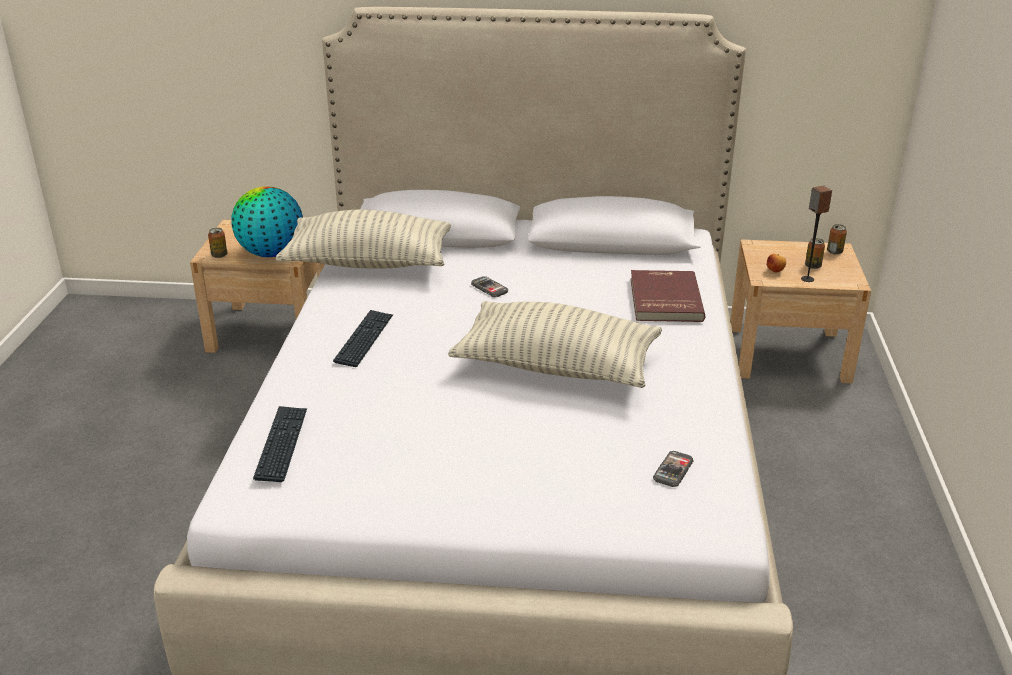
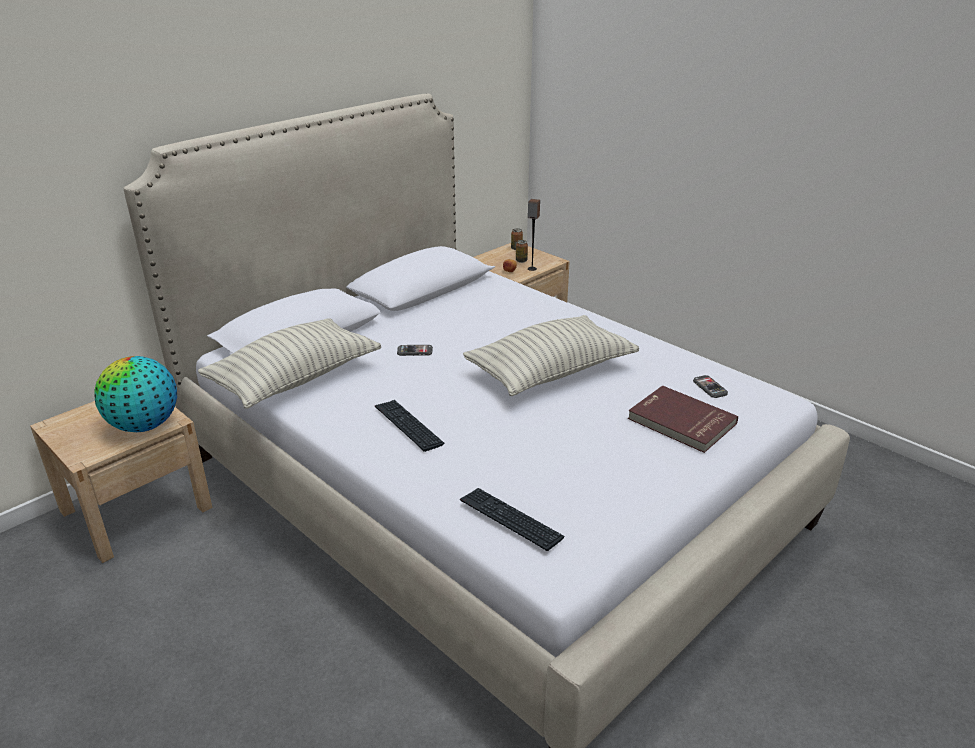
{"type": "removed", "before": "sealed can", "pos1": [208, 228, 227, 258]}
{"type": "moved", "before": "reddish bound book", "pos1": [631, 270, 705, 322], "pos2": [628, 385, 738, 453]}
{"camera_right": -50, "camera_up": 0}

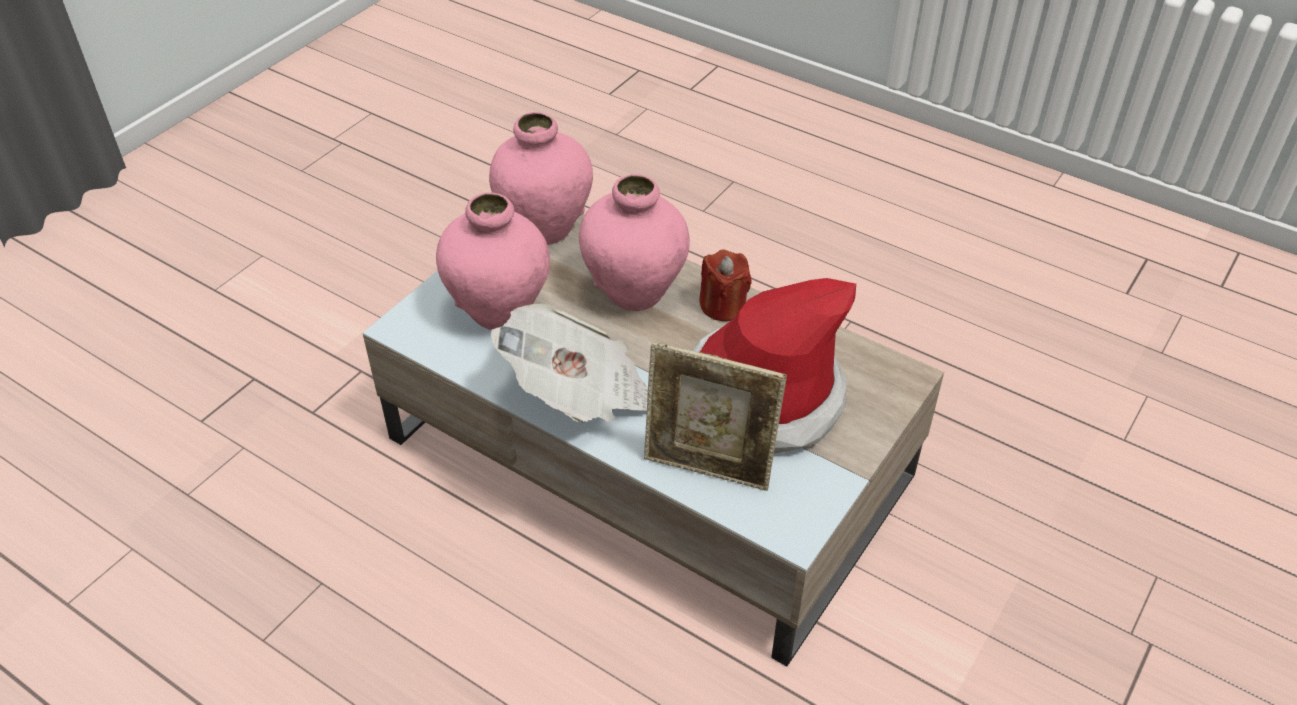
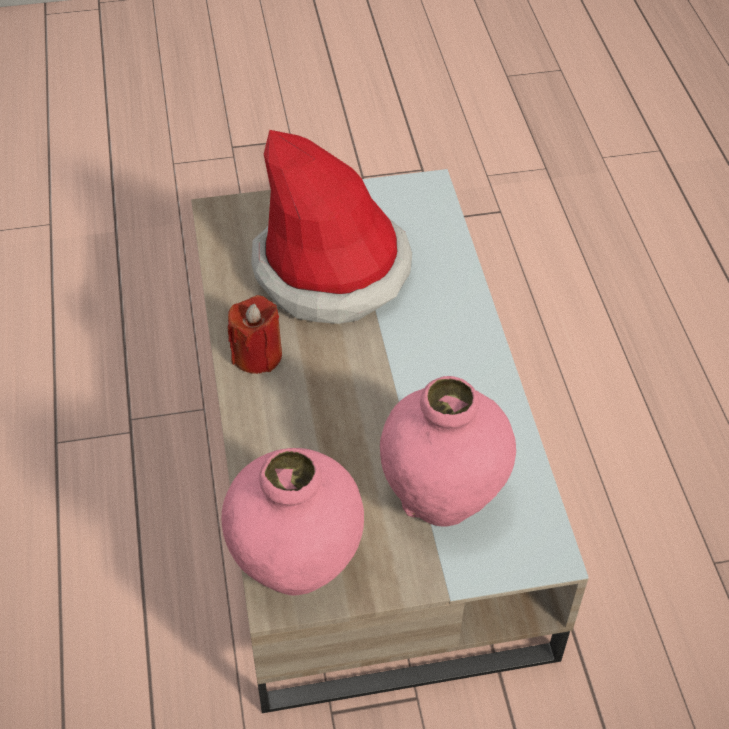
{"type": "removed", "before": "printed paper", "pos1": [491, 304, 648, 423]}
{"type": "removed", "before": "pink vase", "pos1": [579, 174, 690, 311]}
{"type": "removed", "before": "standing frame", "pos1": [644, 342, 787, 491]}
{"camera_right": -135, "camera_up": 5}

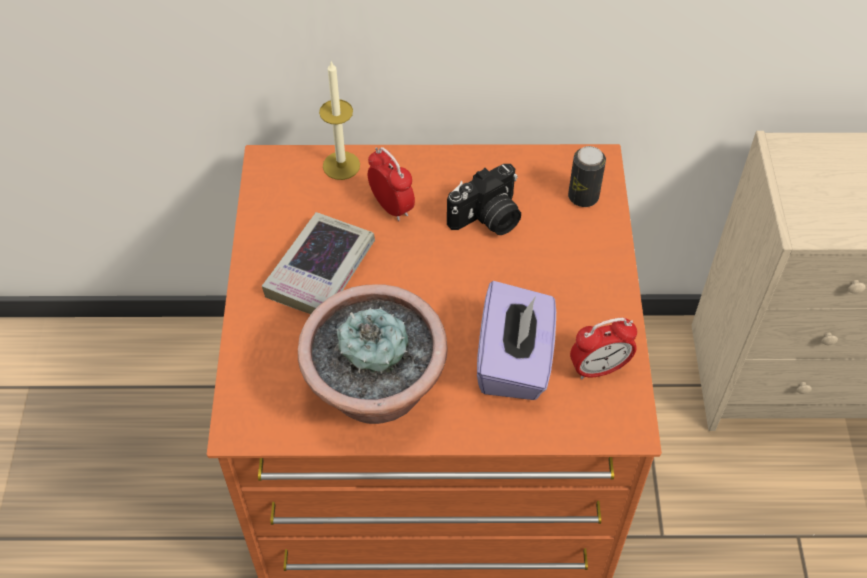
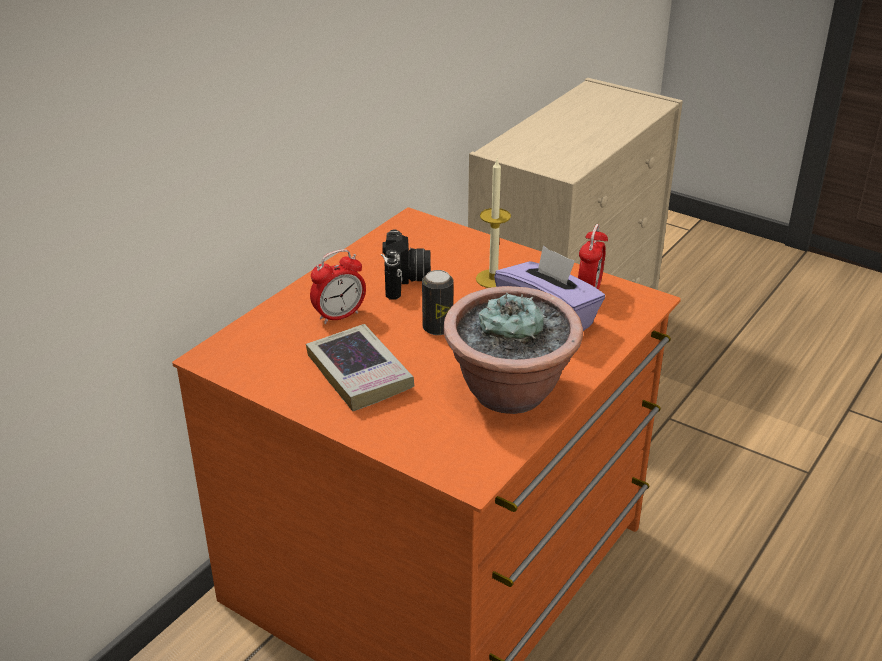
{"type": "moved", "before": "wax candle", "pos1": [319, 60, 360, 180], "pos2": [476, 159, 511, 288]}
{"type": "turned", "before": "alarm clock", "pos1": [368, 147, 415, 221], "pos2": [310, 249, 366, 324], "turn": 150}
{"type": "moved", "before": "sealed can", "pos1": [568, 146, 606, 207], "pos2": [422, 270, 453, 335]}
{"camera_right": -55, "camera_up": -20}

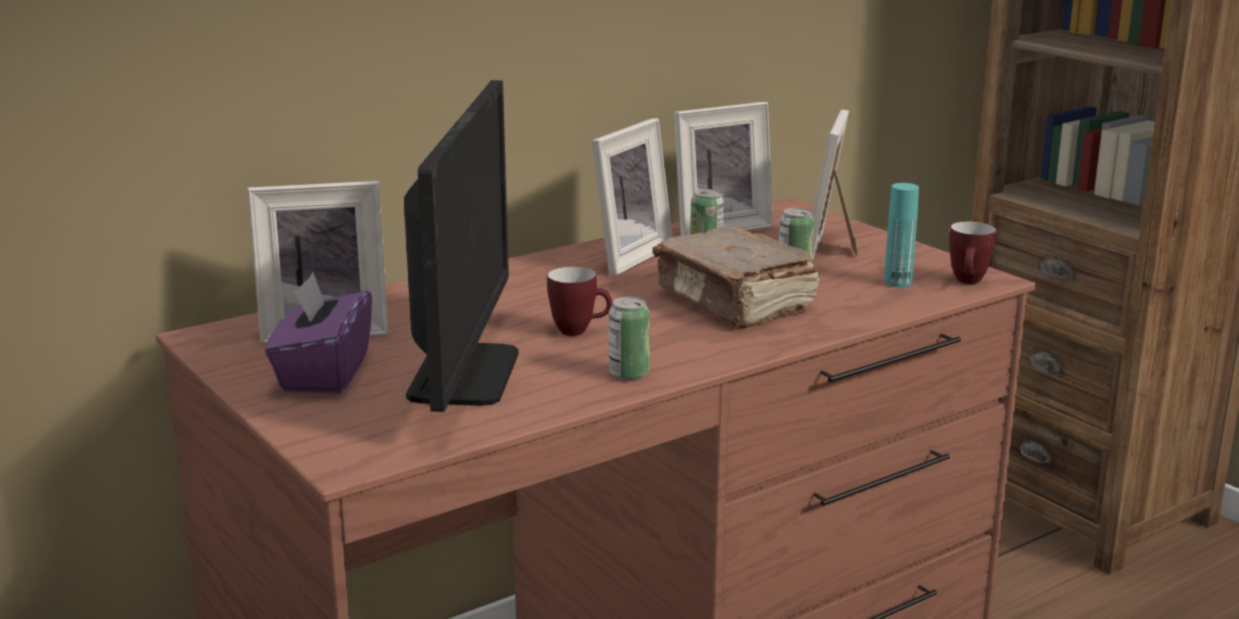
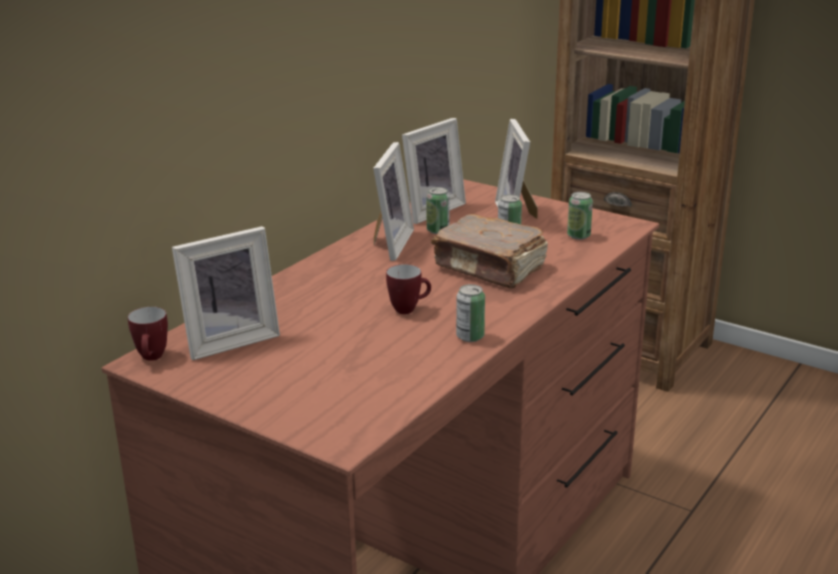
{"type": "removed", "before": "purple tissue box", "pos1": [265, 273, 372, 393]}
{"type": "removed", "before": "computer display", "pos1": [404, 80, 519, 412]}
{"type": "replaced", "before": "turquoise bottle", "after": "sealed can", "pos1": [884, 183, 919, 287], "pos2": [567, 192, 593, 240]}
{"type": "moved", "before": "coffee mug", "pos1": [949, 221, 996, 284], "pos2": [128, 307, 168, 361]}
{"camera_right": -20, "camera_up": 5}

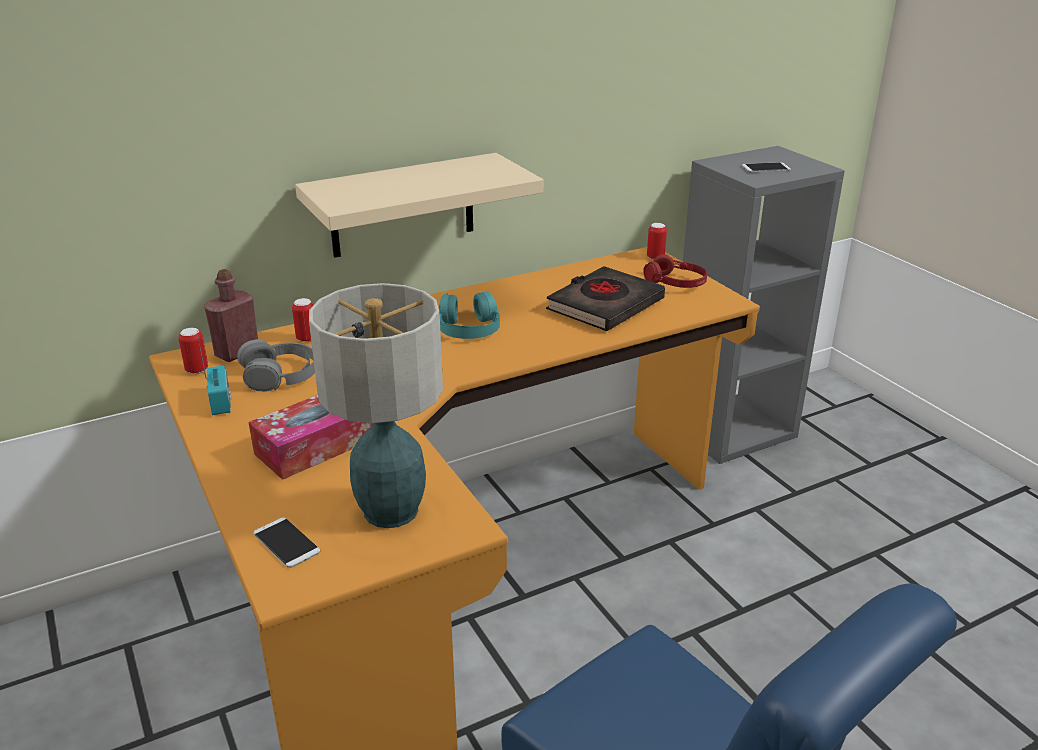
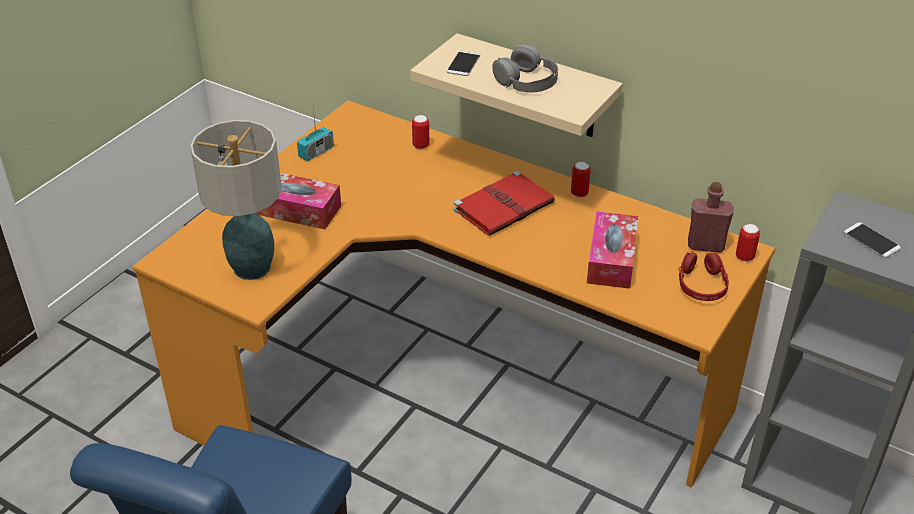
{"type": "moved", "before": "sealed can", "pos1": [179, 328, 208, 374], "pos2": [571, 162, 591, 197]}
{"type": "moved", "before": "reddish bottle", "pos1": [204, 269, 258, 362], "pos2": [688, 182, 734, 253]}
{"type": "moved", "before": "greyish headset", "pos1": [237, 339, 315, 392], "pos2": [492, 44, 558, 92]}
{"type": "moved", "before": "telephone", "pos1": [253, 517, 320, 568], "pos2": [447, 51, 480, 76]}
{"type": "replaced", "before": "turquoise headset", "after": "reddish bound book", "pos1": [439, 291, 500, 339], "pos2": [454, 170, 555, 236]}
{"type": "replaced", "before": "black-coloured bound book", "after": "tissue box", "pos1": [546, 266, 665, 331], "pos2": [587, 211, 638, 289]}
{"camera_right": 60, "camera_up": 10}

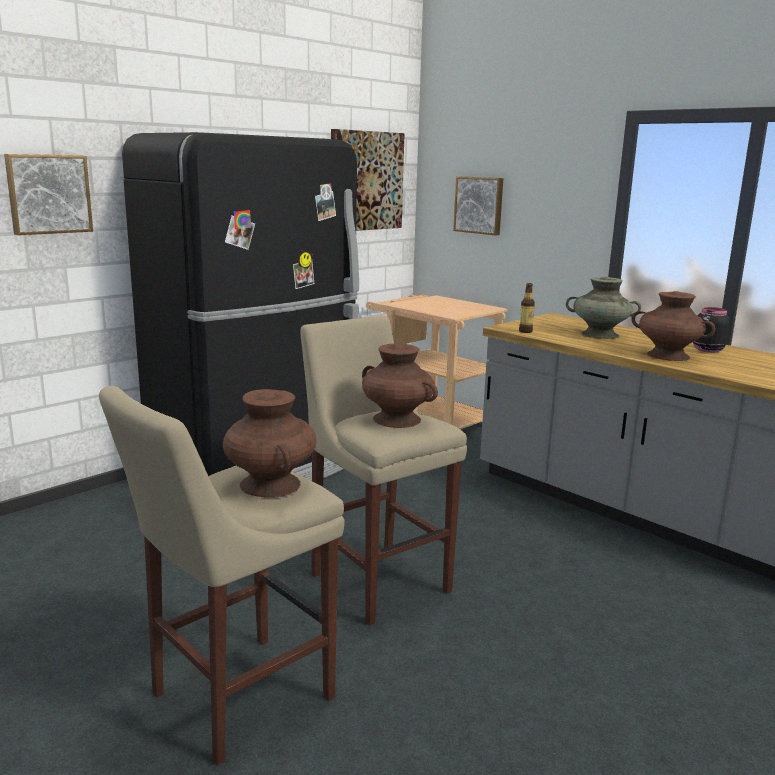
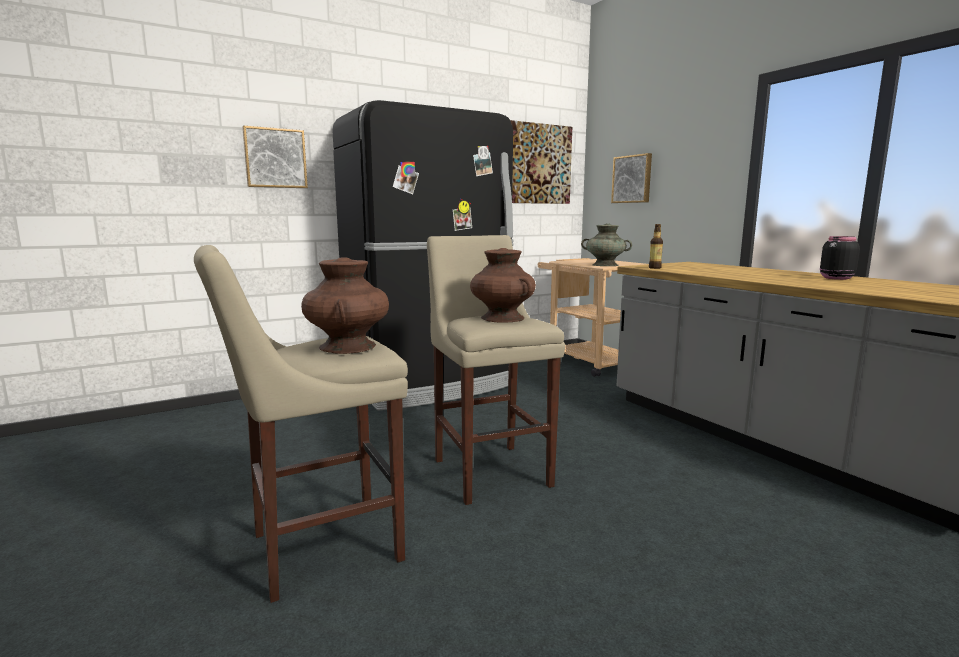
{"type": "moved", "before": "turquoise vase", "pos1": [566, 276, 641, 339], "pos2": [581, 223, 632, 266]}
{"type": "removed", "before": "brown vase", "pos1": [631, 291, 715, 361]}
{"camera_right": 15, "camera_up": -5}

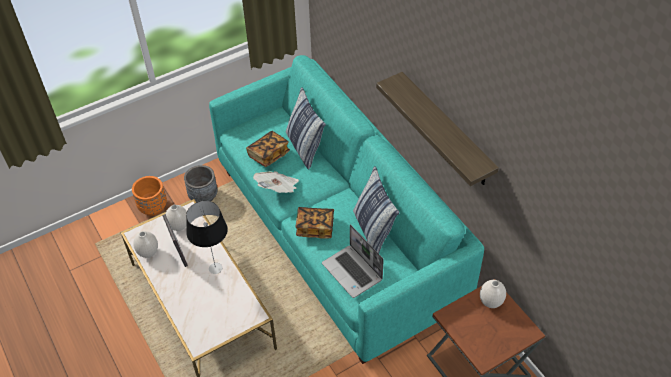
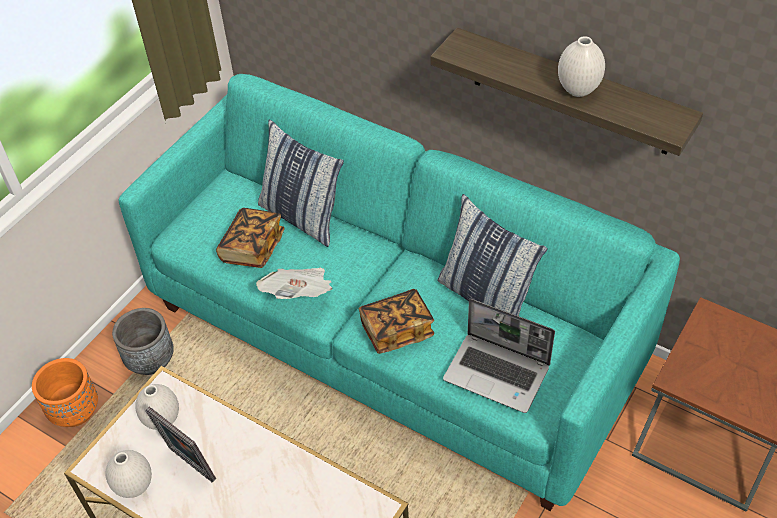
{"type": "removed", "before": "lamp for a table", "pos1": [186, 201, 228, 274]}
{"type": "moved", "before": "white-coloured vase", "pos1": [480, 280, 506, 308], "pos2": [558, 36, 605, 97]}
{"camera_right": -25, "camera_up": 0}

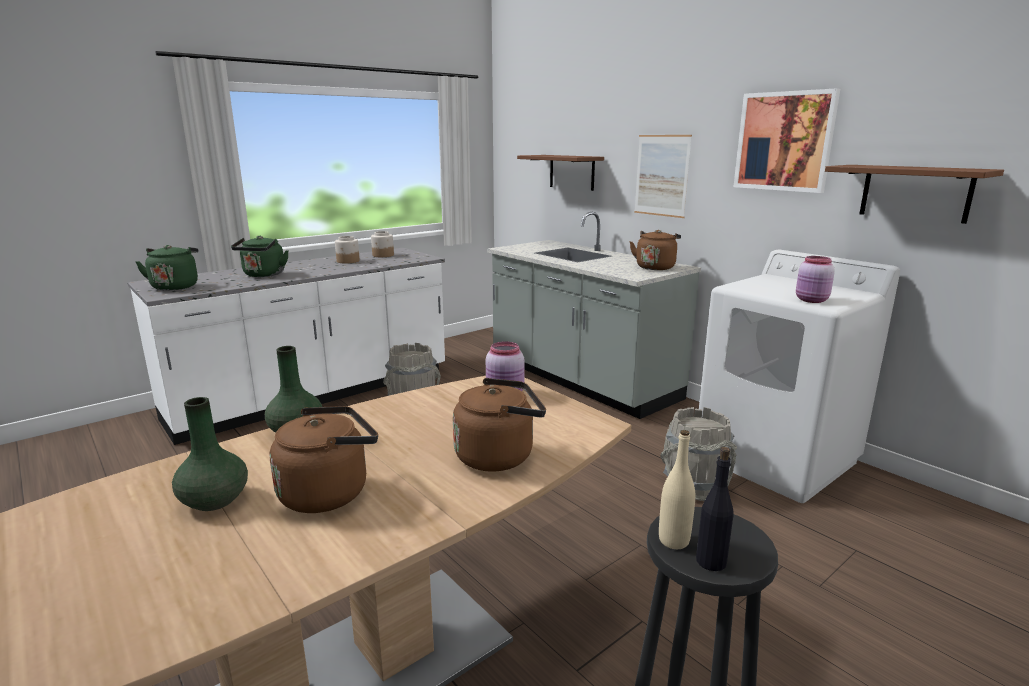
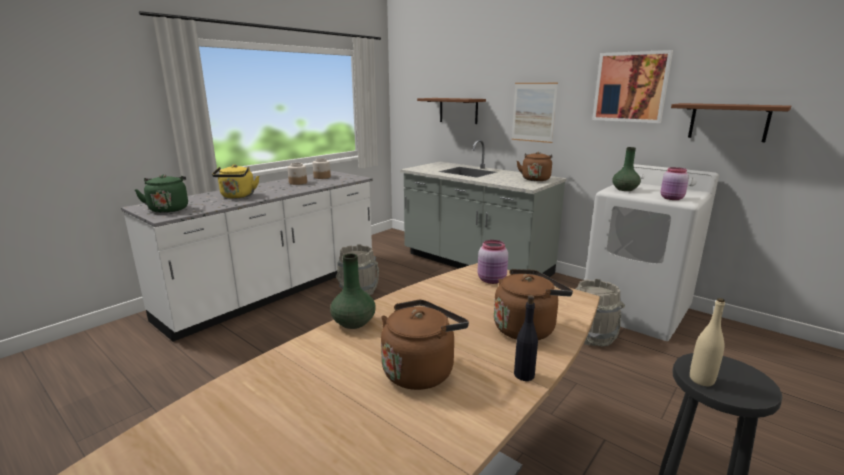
{"type": "moved", "before": "green vase", "pos1": [172, 397, 248, 511], "pos2": [612, 147, 641, 191]}
{"type": "recoloured", "before": "green tea kettle", "after": "yellow-coloured tea kettle", "pos1": [231, 236, 289, 277], "pos2": [212, 164, 259, 198]}
{"type": "moved", "before": "black-coloured bottle", "pos1": [696, 447, 734, 571], "pos2": [514, 295, 538, 381]}
{"camera_right": -10, "camera_up": 0}

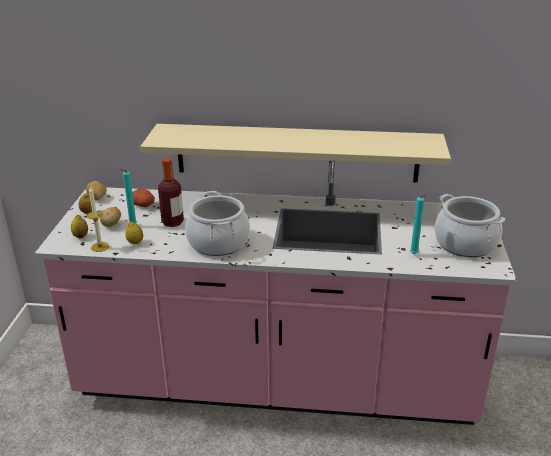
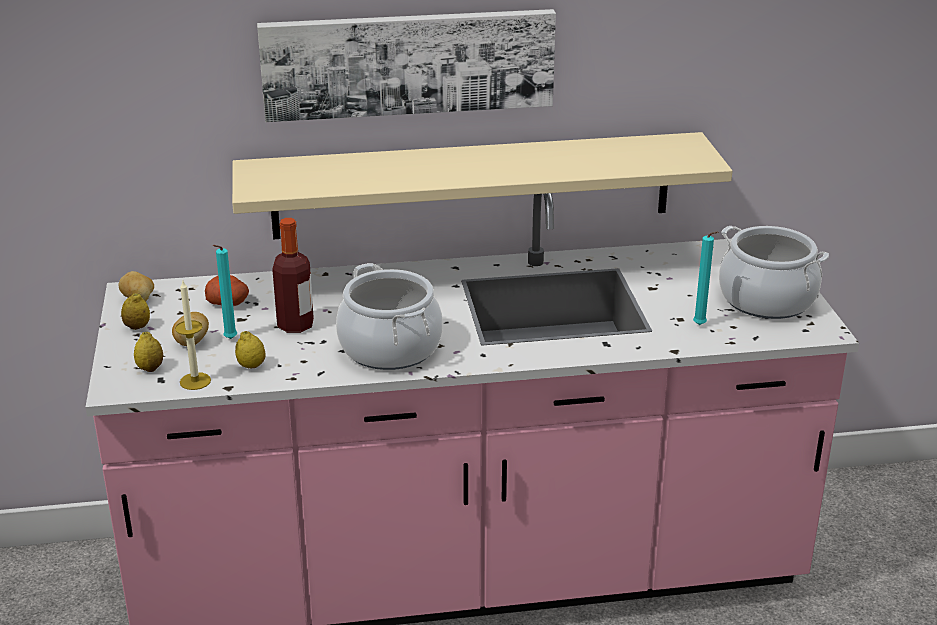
{"type": "added", "after": "picture", "pos2": [257, 9, 556, 122]}
{"camera_right": -15, "camera_up": 0}

